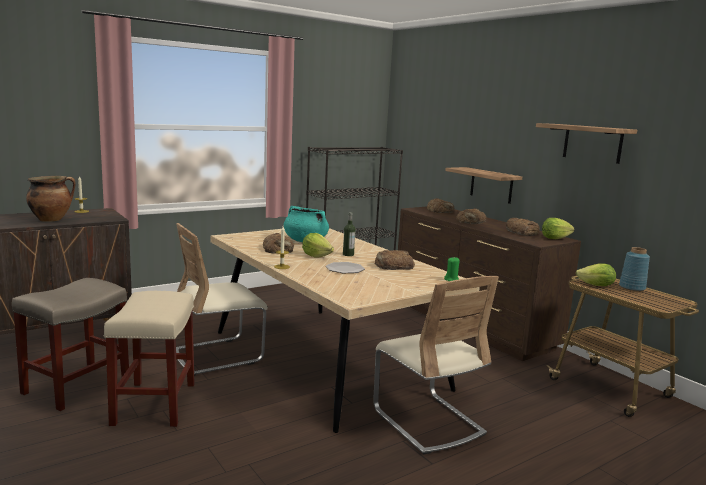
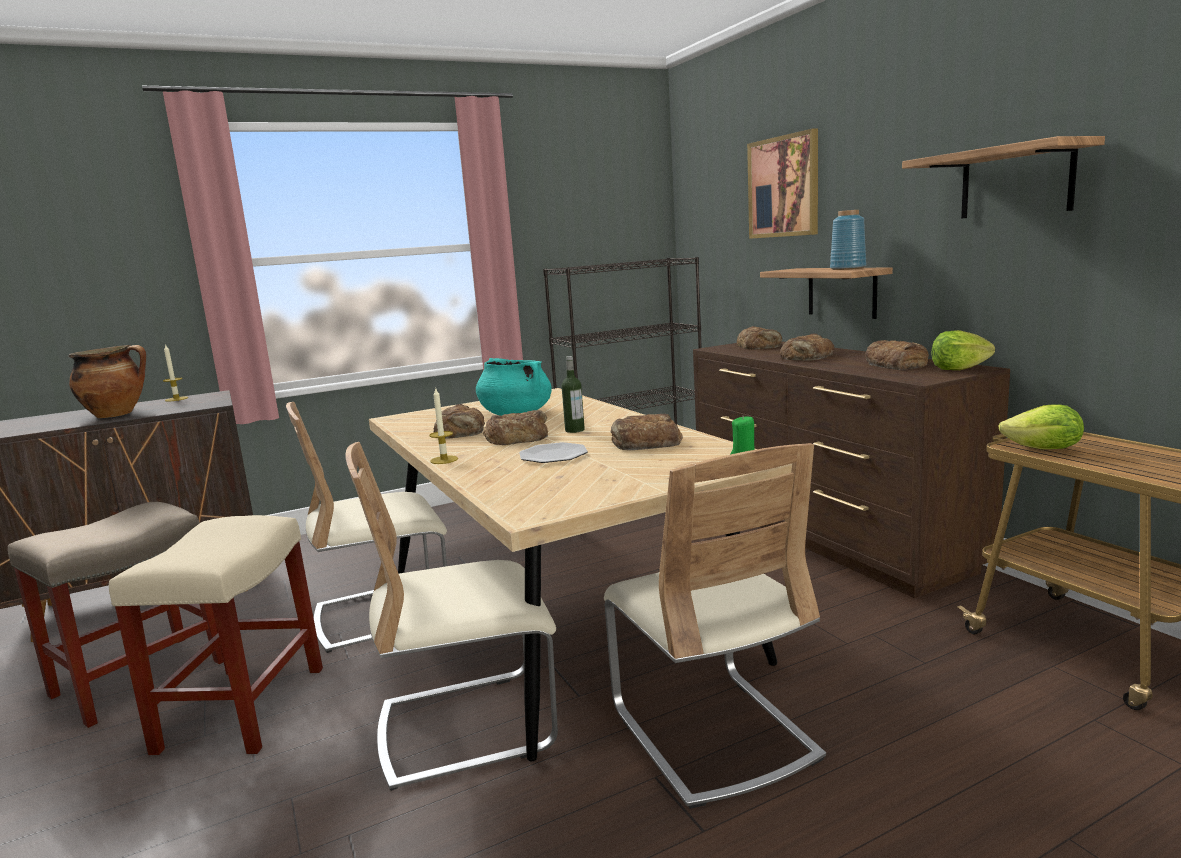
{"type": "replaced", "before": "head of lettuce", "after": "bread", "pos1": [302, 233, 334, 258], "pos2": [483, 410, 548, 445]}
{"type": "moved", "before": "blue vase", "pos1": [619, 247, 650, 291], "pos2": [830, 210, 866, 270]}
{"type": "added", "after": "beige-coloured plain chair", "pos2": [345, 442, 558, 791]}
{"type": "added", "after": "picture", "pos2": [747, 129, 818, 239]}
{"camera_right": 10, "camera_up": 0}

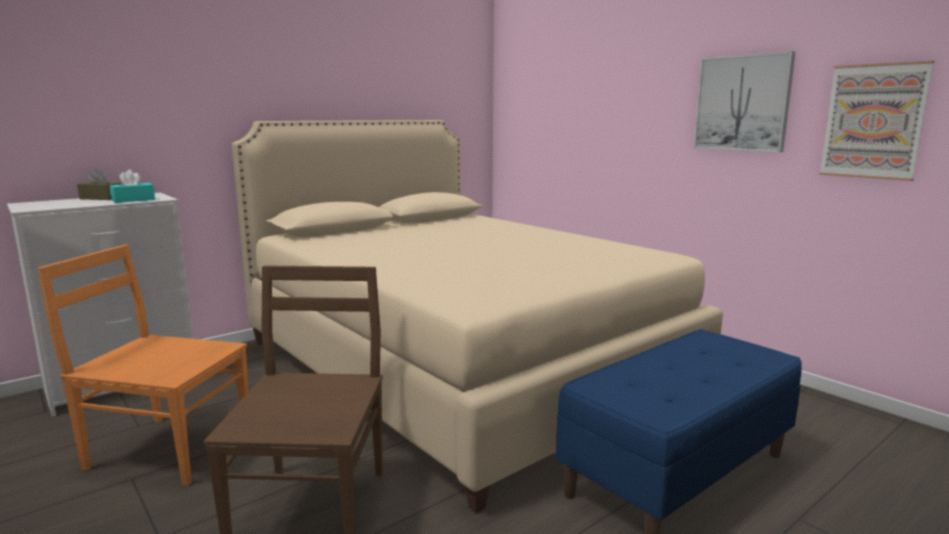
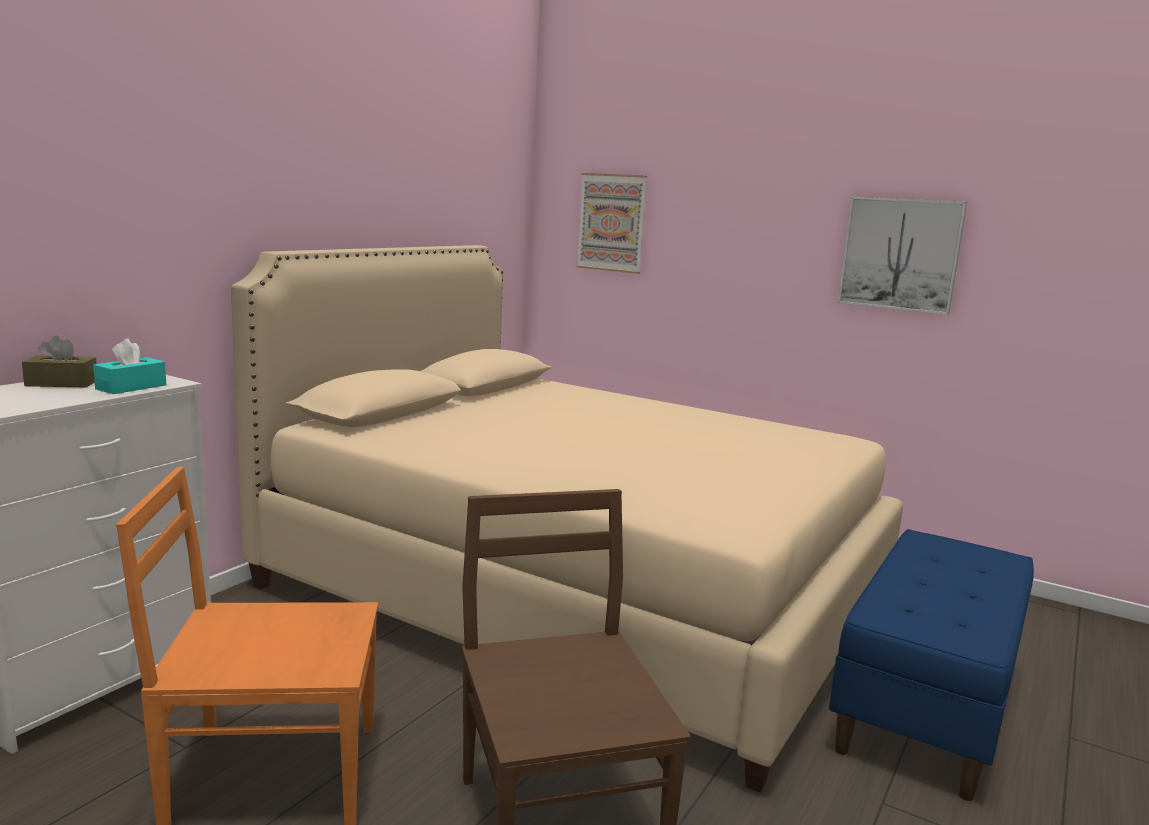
{"type": "moved", "before": "picture", "pos1": [819, 61, 934, 181], "pos2": [576, 173, 647, 274]}
{"camera_right": -20, "camera_up": 0}

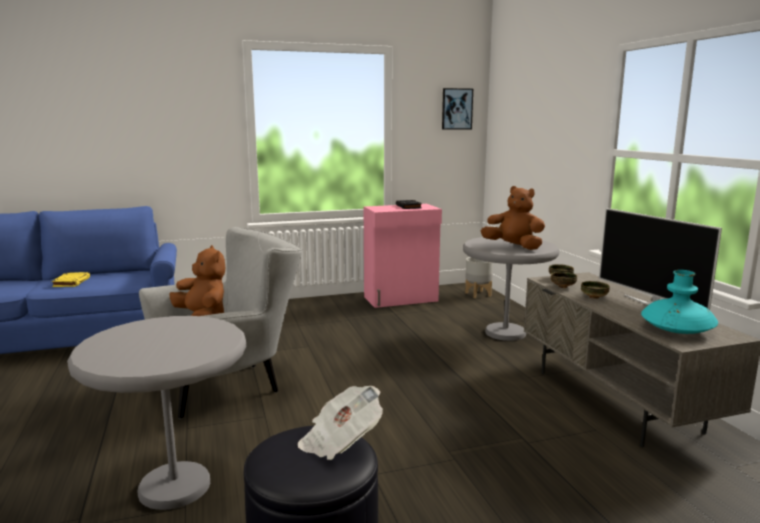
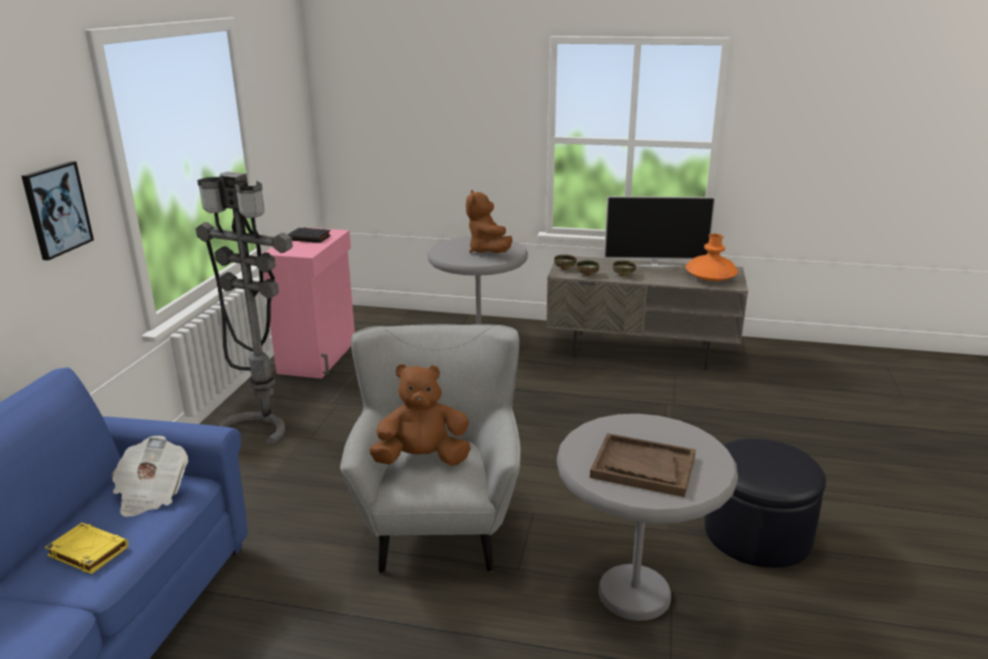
{"type": "moved", "before": "printed paper", "pos1": [298, 386, 383, 460], "pos2": [112, 436, 188, 517]}
{"type": "moved", "before": "picture", "pos1": [442, 88, 473, 130], "pos2": [21, 161, 94, 260]}
{"type": "removed", "before": "greyish flower pot", "pos1": [465, 257, 493, 298]}
{"type": "turned", "before": "brown plush toy", "pos1": [481, 186, 545, 250], "pos2": [466, 190, 512, 253], "turn": -75}
{"type": "recoloured", "before": "turquoise vase", "after": "orange vase", "pos1": [641, 270, 718, 334], "pos2": [686, 234, 738, 281]}
{"type": "added", "after": "greyish standard lamp", "pos2": [196, 172, 293, 444]}
{"type": "added", "after": "brown serving tray", "pos2": [590, 433, 696, 497]}
{"camera_right": -60, "camera_up": 10}

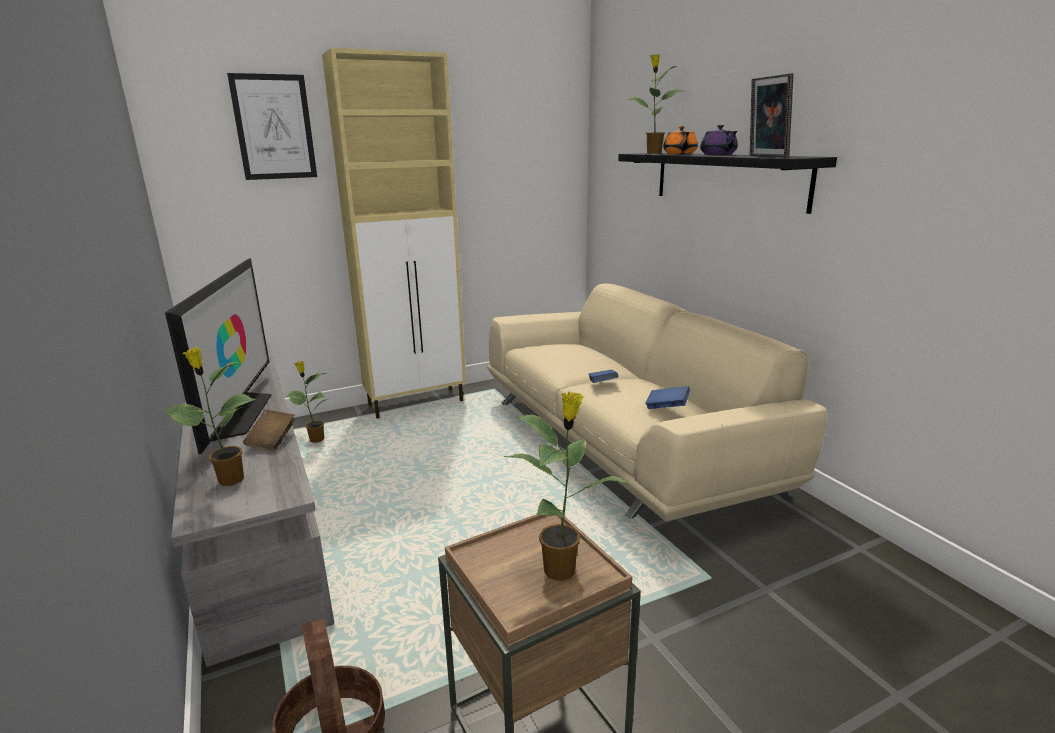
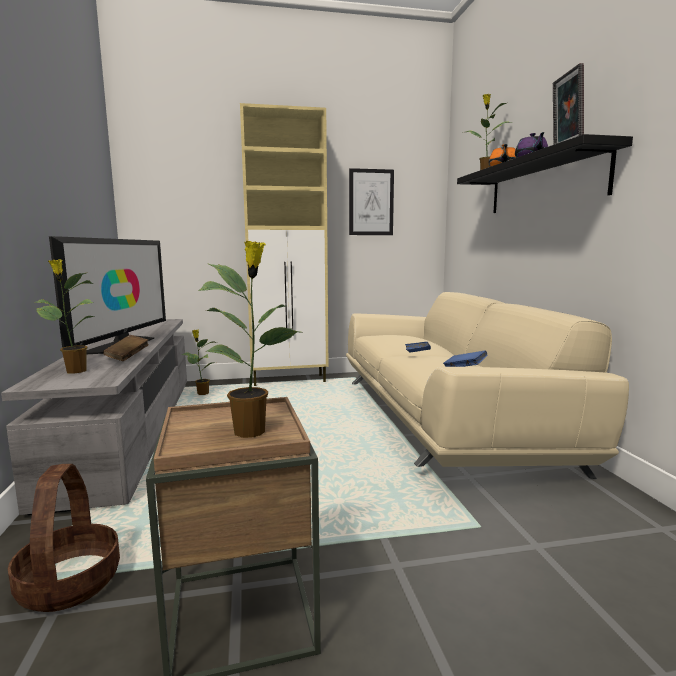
{"type": "moved", "before": "picture", "pos1": [227, 73, 317, 180], "pos2": [349, 168, 394, 235]}
{"camera_right": 15, "camera_up": -10}

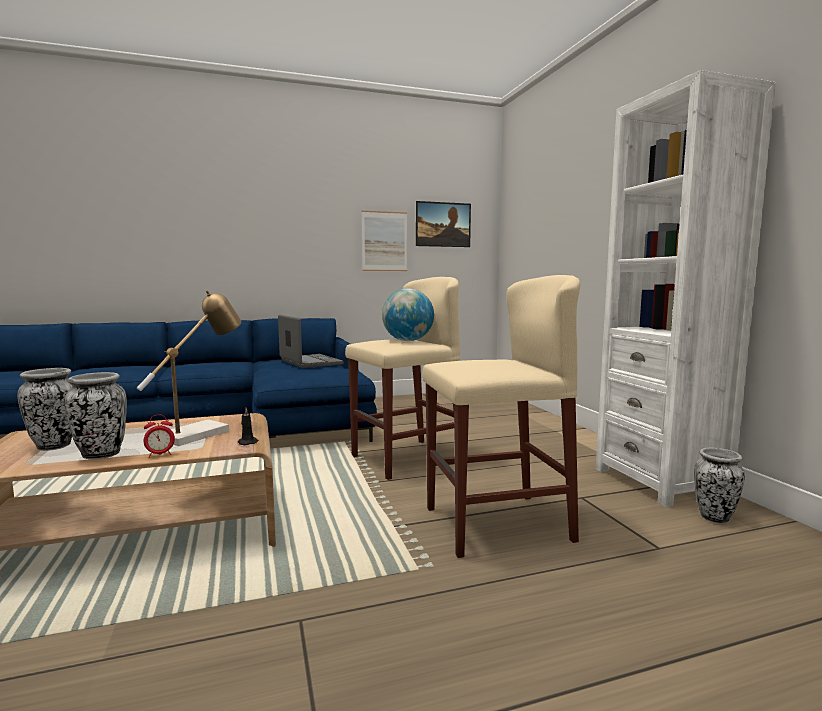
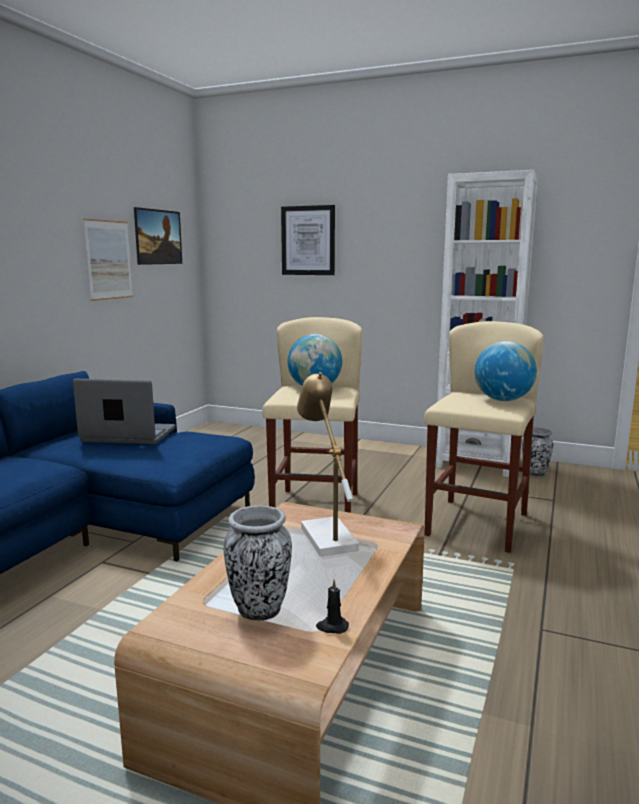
{"type": "removed", "before": "vase", "pos1": [64, 372, 127, 459]}
{"type": "removed", "before": "alarm clock", "pos1": [144, 415, 175, 458]}
{"type": "moved", "before": "black-coloured wax candle", "pos1": [238, 408, 258, 445], "pos2": [316, 580, 349, 634]}
{"type": "added", "after": "picture", "pos2": [281, 205, 335, 275]}
{"type": "added", "after": "globe", "pos2": [475, 341, 537, 401]}
{"camera_right": -50, "camera_up": 5}

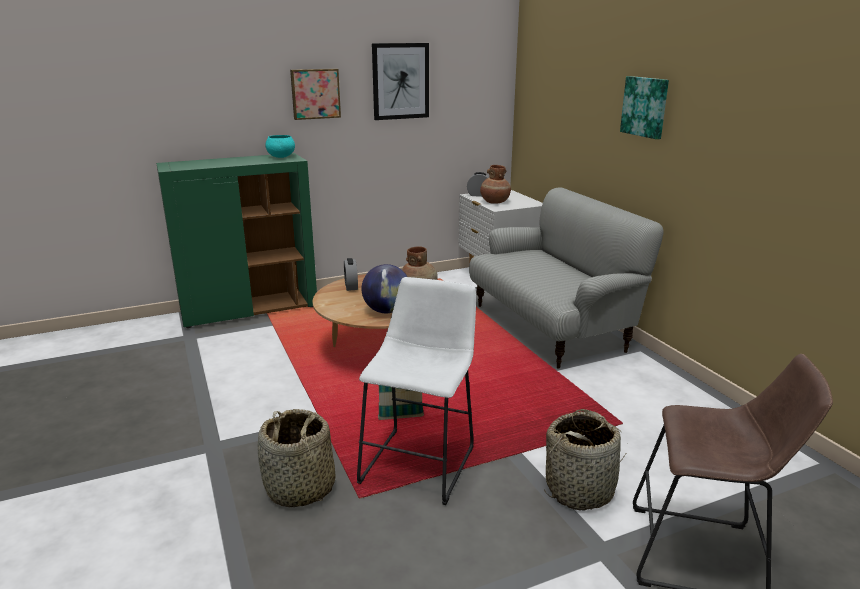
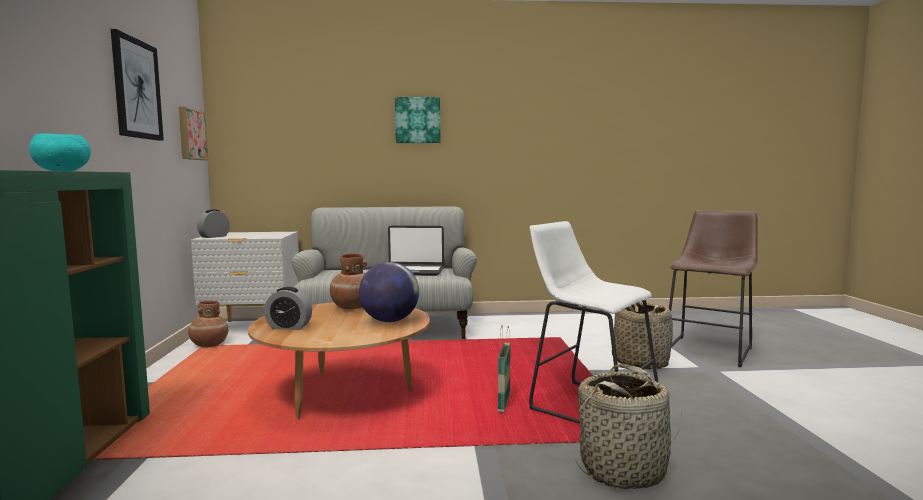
{"type": "moved", "before": "picture", "pos1": [290, 69, 341, 120], "pos2": [179, 107, 208, 160]}
{"type": "moved", "before": "brown vase", "pos1": [480, 165, 511, 204], "pos2": [188, 301, 228, 347]}
{"type": "added", "after": "notebook computer", "pos2": [388, 226, 444, 276]}
{"camera_right": -70, "camera_up": -15}

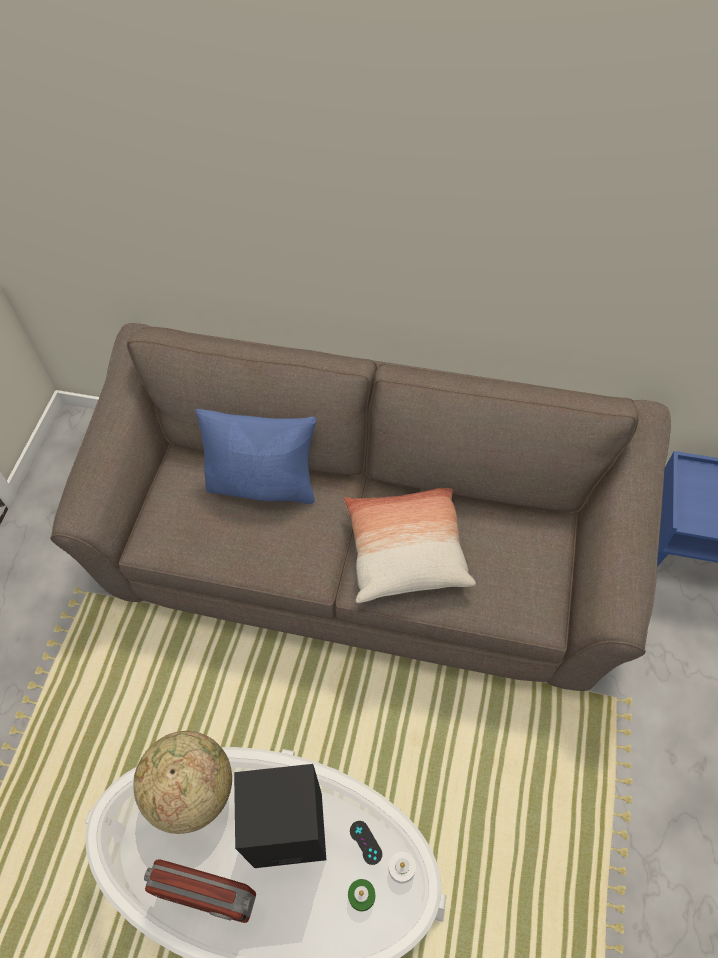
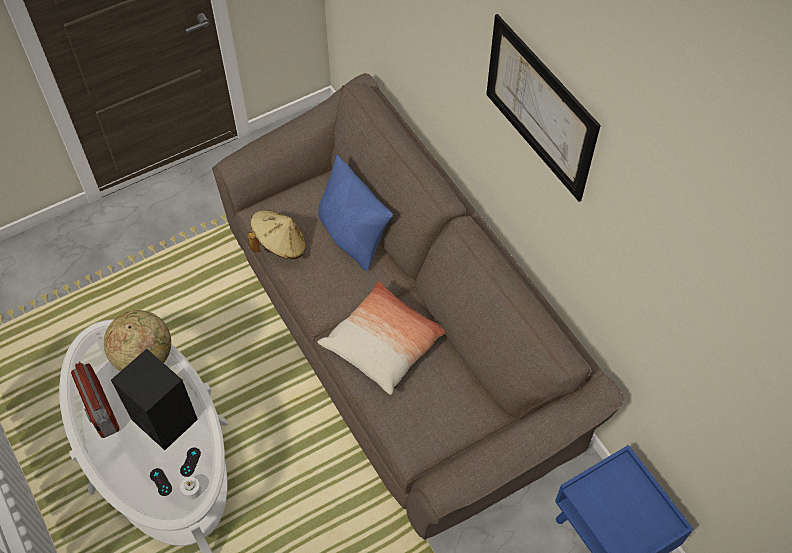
{"type": "replaced", "before": "green wax candle", "after": "black-coloured joypad", "pos1": [348, 879, 375, 911], "pos2": [150, 468, 172, 496]}
{"type": "added", "after": "beige-coloured clothing hat", "pos2": [248, 210, 306, 259]}
{"type": "added", "after": "picture", "pos2": [486, 14, 601, 202]}
{"camera_right": 45, "camera_up": 0}

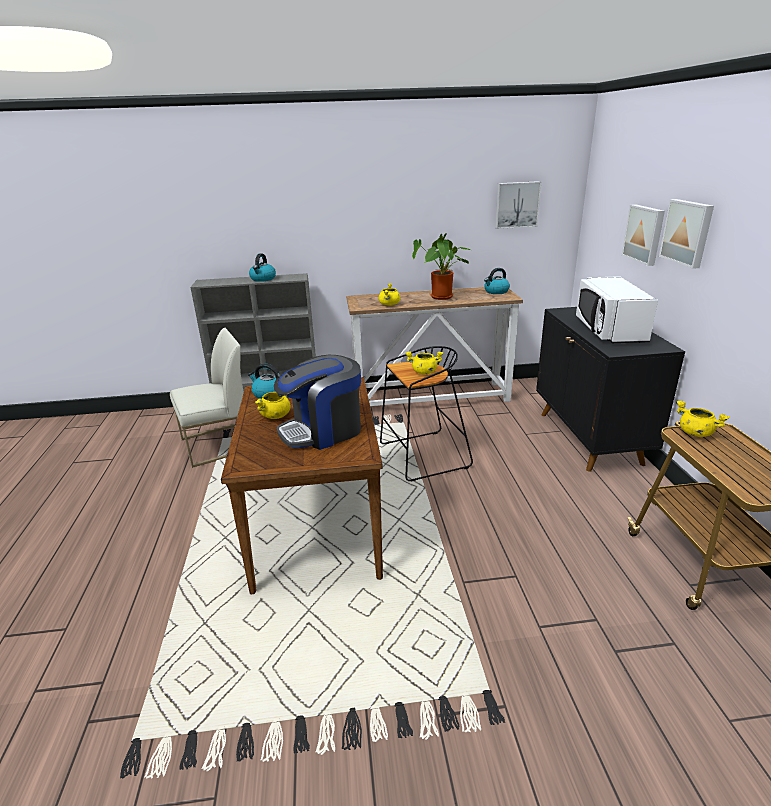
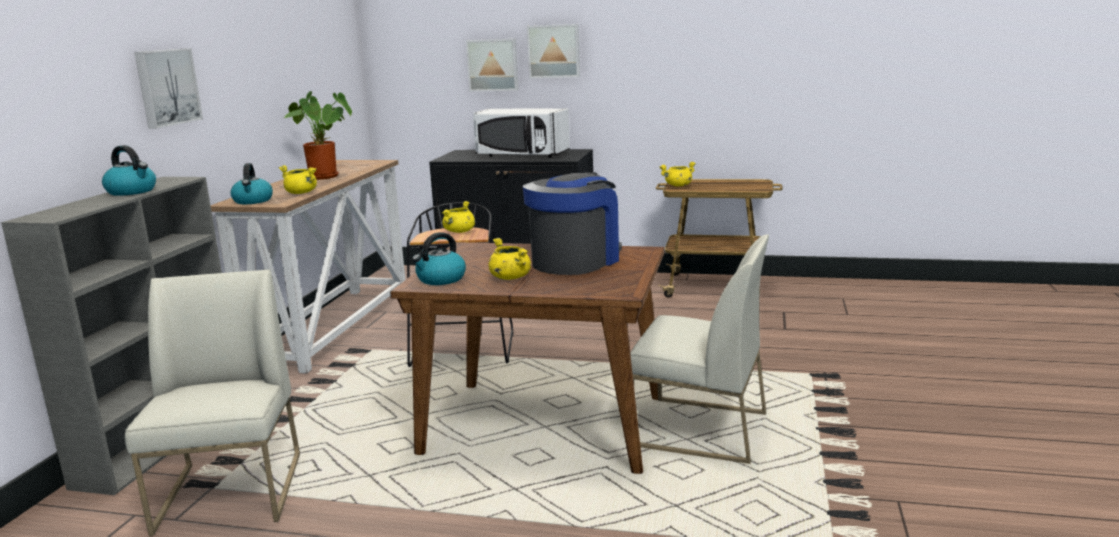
{"type": "turned", "before": "coffee maker", "pos1": [274, 355, 361, 450], "pos2": [523, 172, 622, 275], "turn": -135}
{"type": "moved", "before": "tea kettle", "pos1": [484, 268, 510, 294], "pos2": [230, 163, 273, 204]}
{"type": "moved", "before": "picture", "pos1": [495, 181, 541, 229], "pos2": [134, 48, 203, 129]}
{"type": "added", "after": "white-coloured plain chair", "pos2": [630, 234, 769, 464]}
{"camera_right": -70, "camera_up": -10}

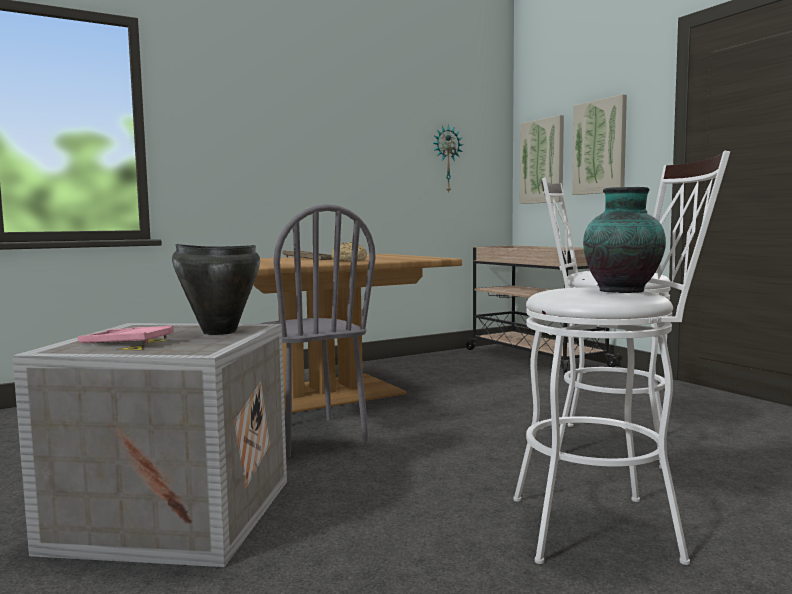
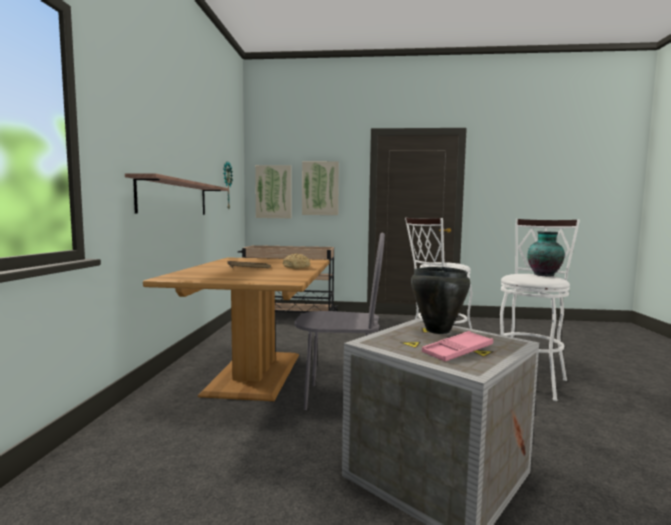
{"type": "added", "after": "wall shelf", "pos2": [125, 173, 229, 215]}
{"camera_right": -55, "camera_up": 0}

